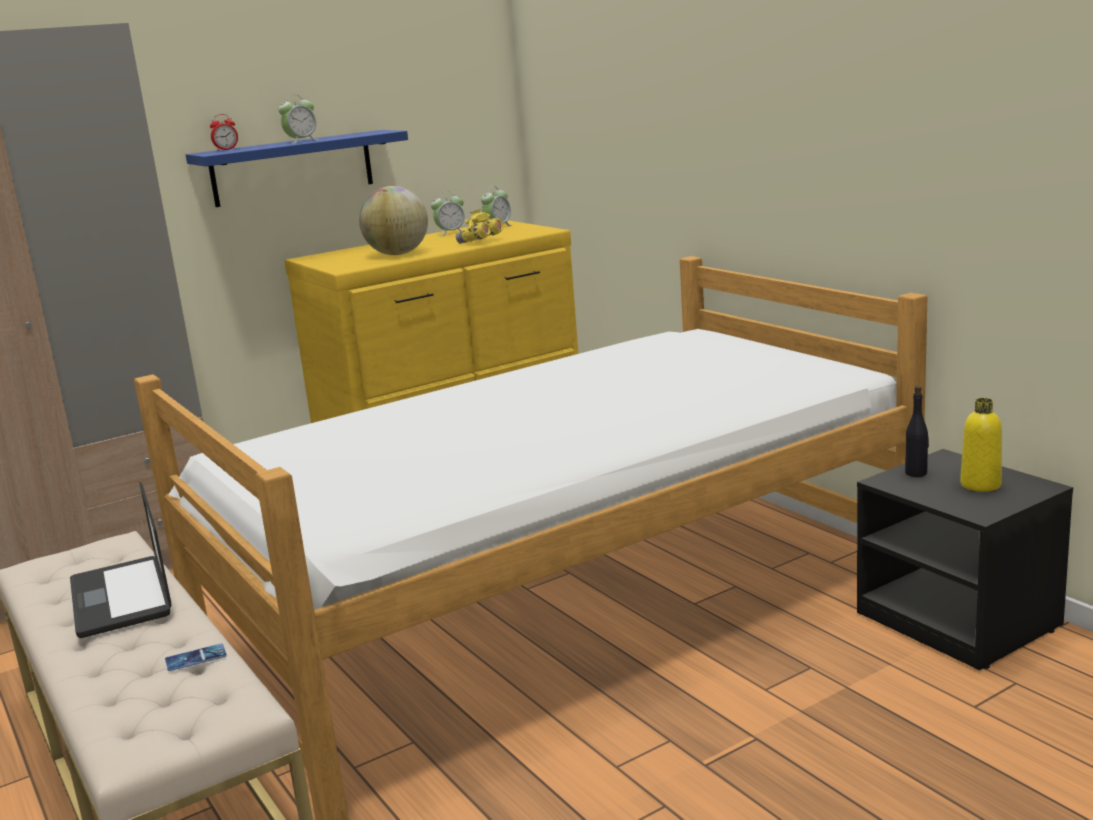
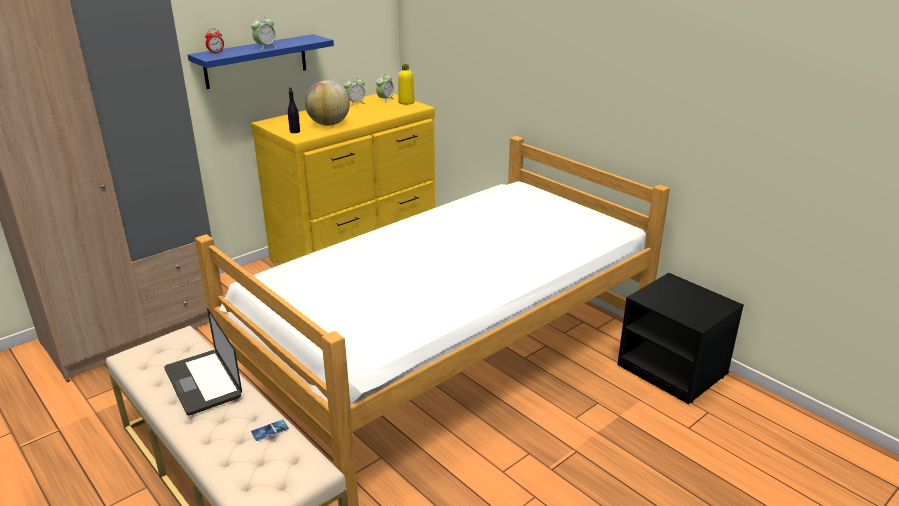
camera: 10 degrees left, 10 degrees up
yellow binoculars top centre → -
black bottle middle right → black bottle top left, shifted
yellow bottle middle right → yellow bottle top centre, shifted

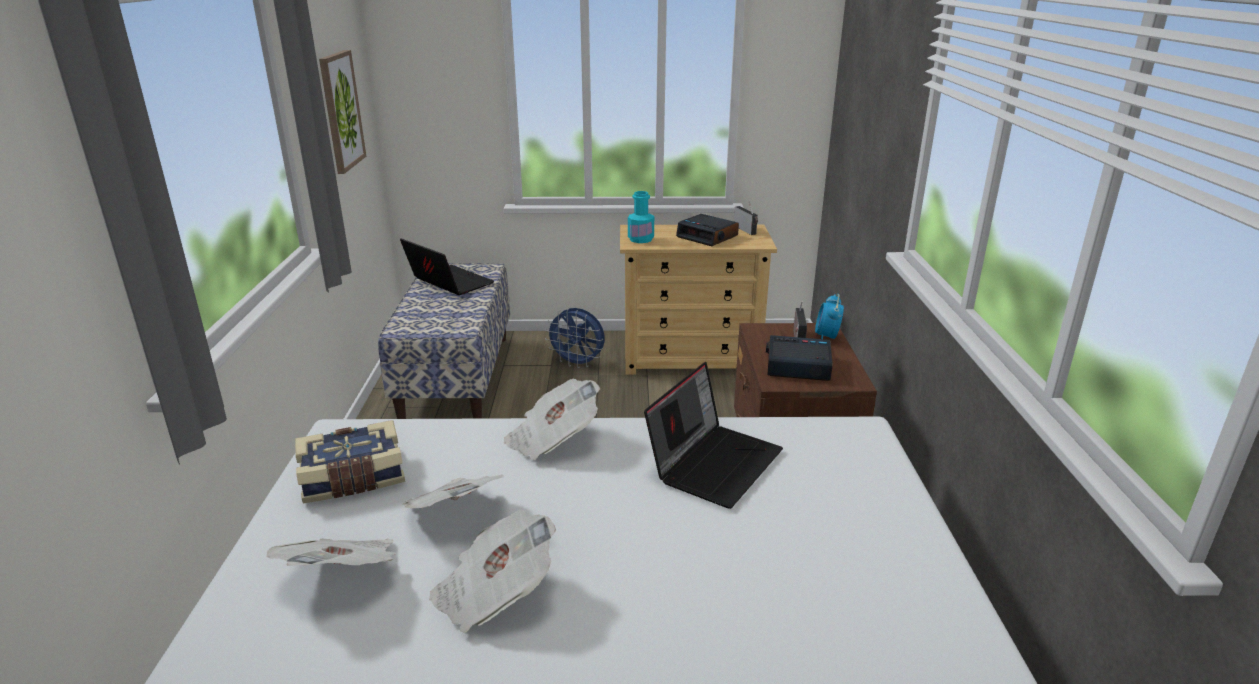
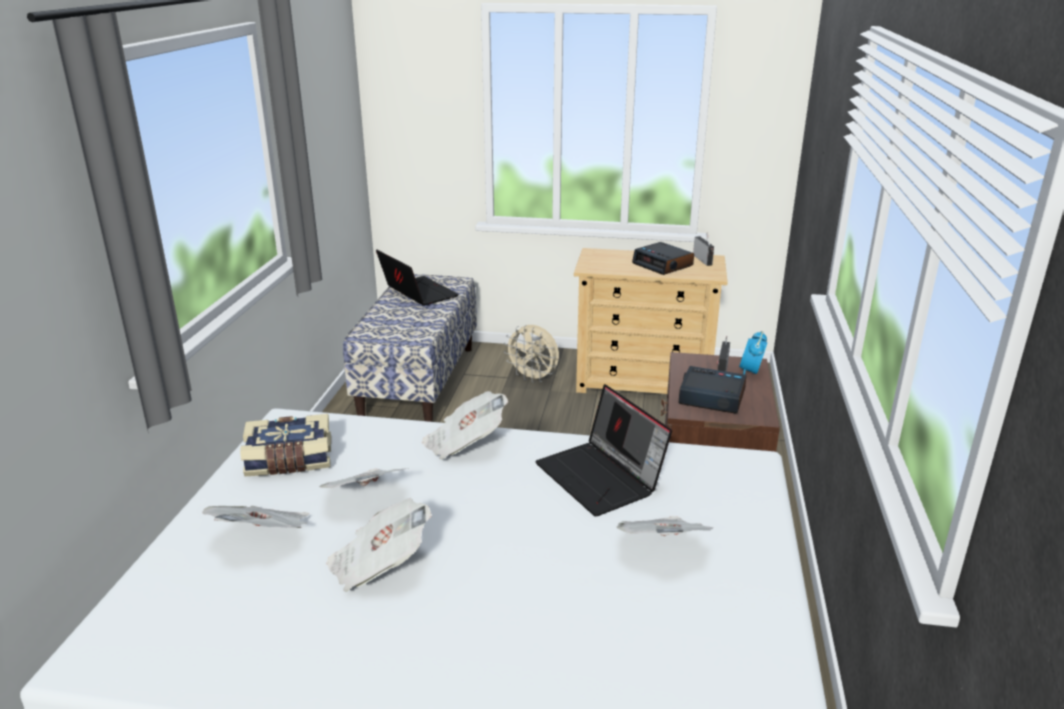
camera: 10 degrees right, 0 degrees up
picture top left → -
turquoise bottle top centre → -
- → newspaper (no. 5 from left) bottom centre
blue fan centre → beige fan centre
laptop (no. 2 from left) centre, 105 degrees clockwise

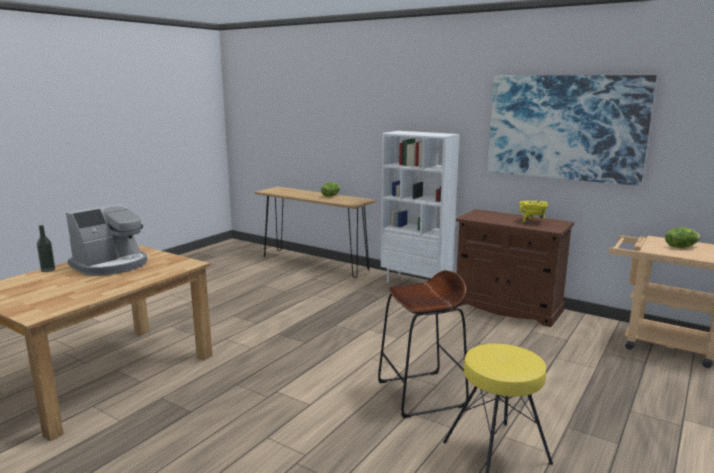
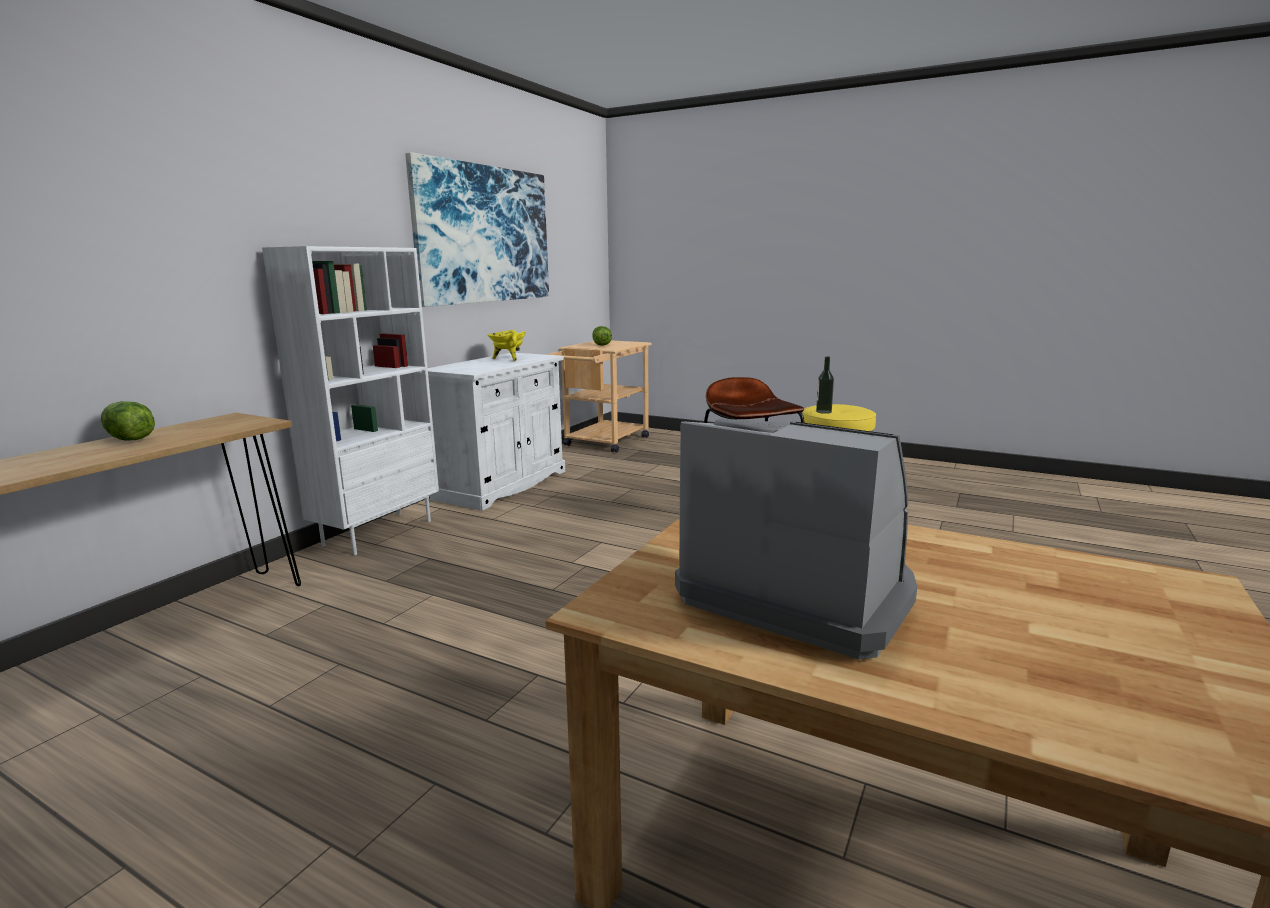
camera: 95 degrees left, 0 degrees up
bottle middle left → bottle centre, shifted
brown cabinet middle right → white cabinet centre

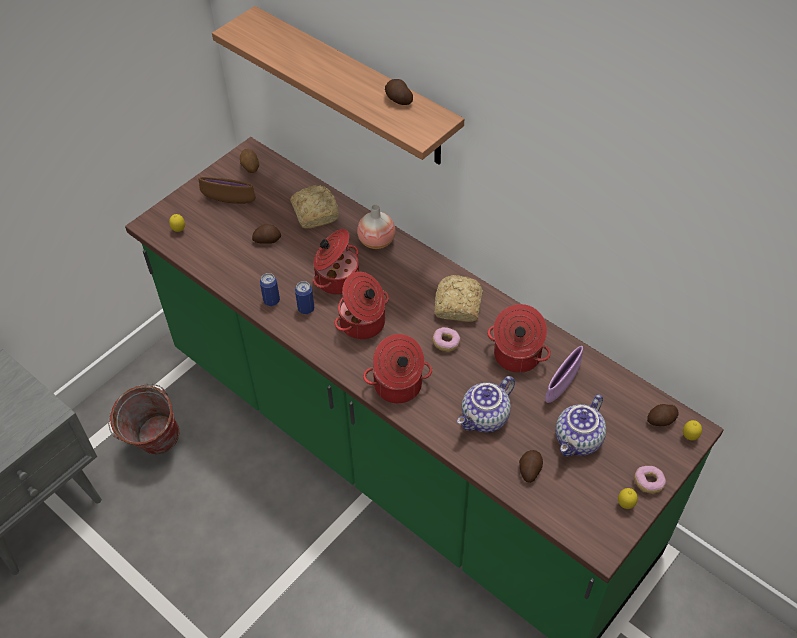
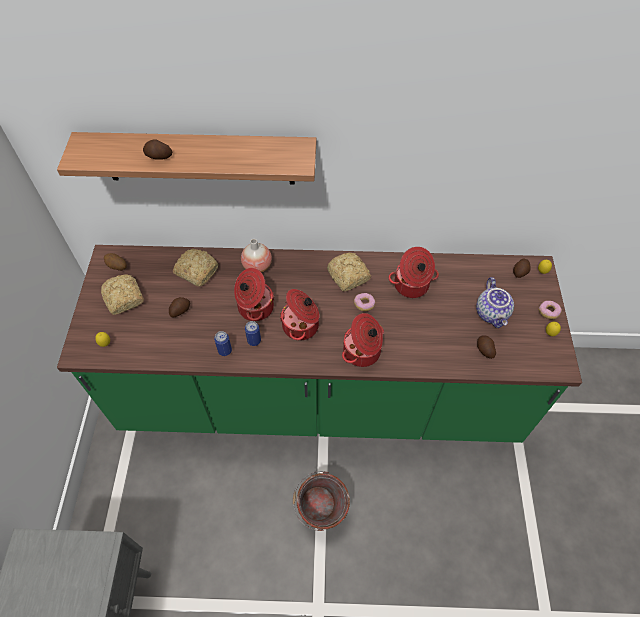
camera: 40 degrees left, 5 degrees up
teapot (no. 1 from left) centre → -
purple bowl middle right → -
bucket middle left → bucket bottom centre, shifted
potato (no. 3 from left in the first image) top centre → potato (no. 2 from left) top left, shifted
brown bowl top left → bread (no. 1 from left) middle left

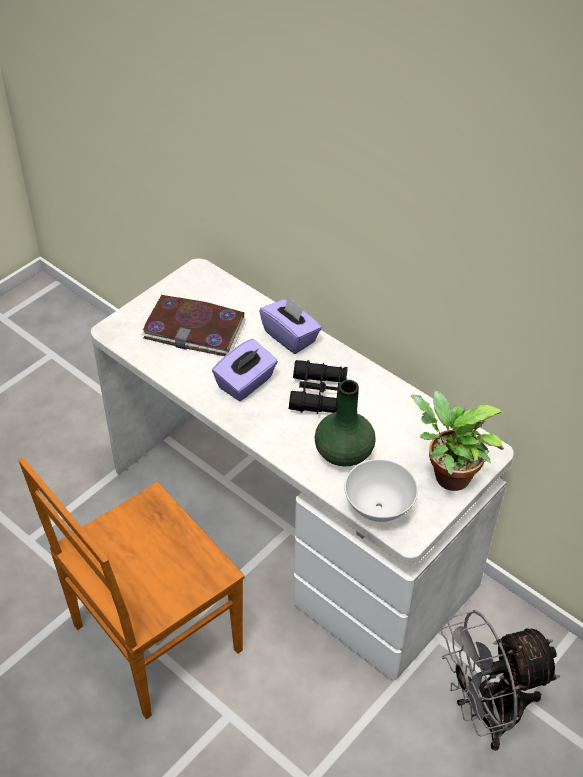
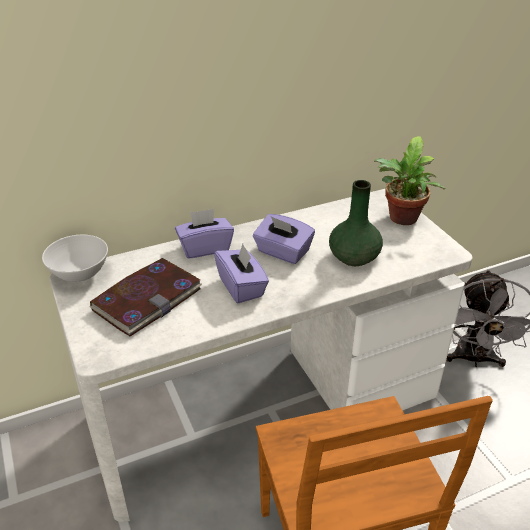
camera: 65 degrees left, 10 degrees down
white bowl centre → white bowl middle left, shifted
black binoculars centre → purple tissue box (no. 3 from left) centre

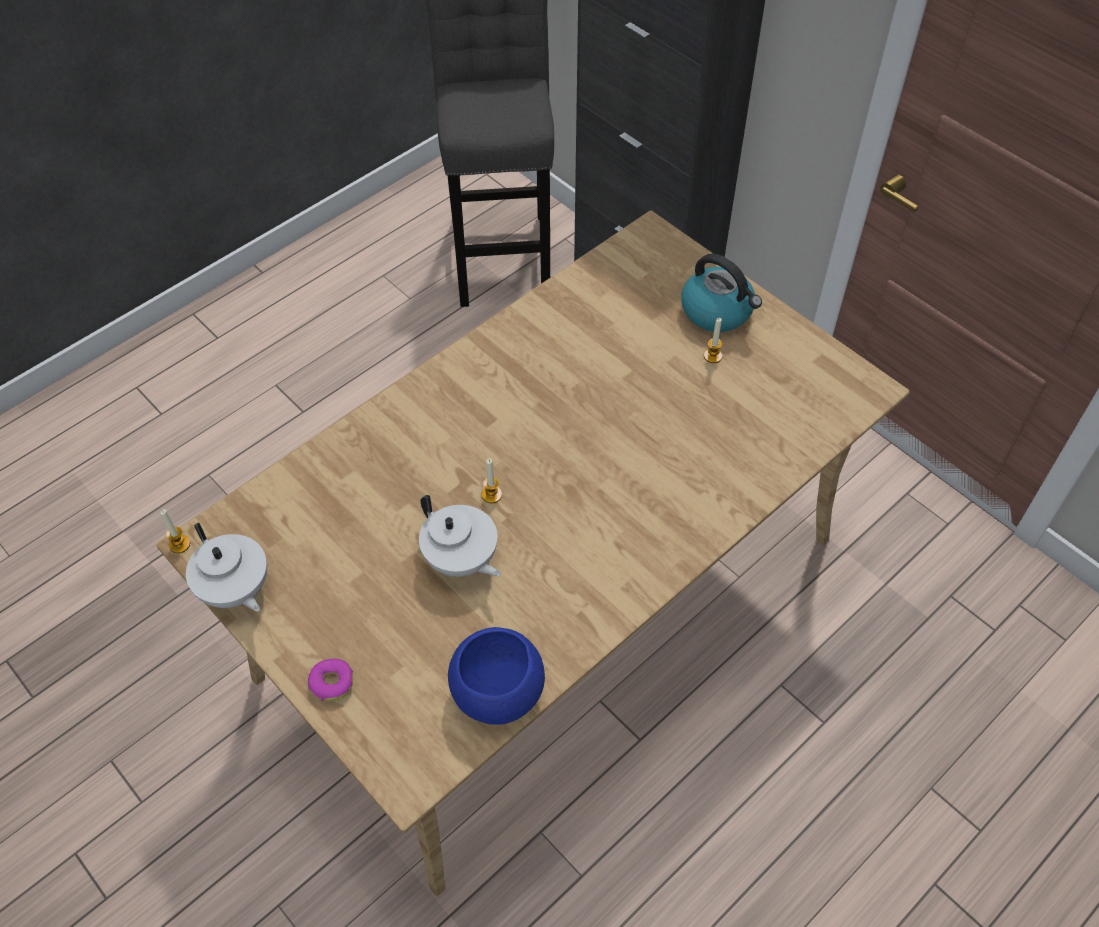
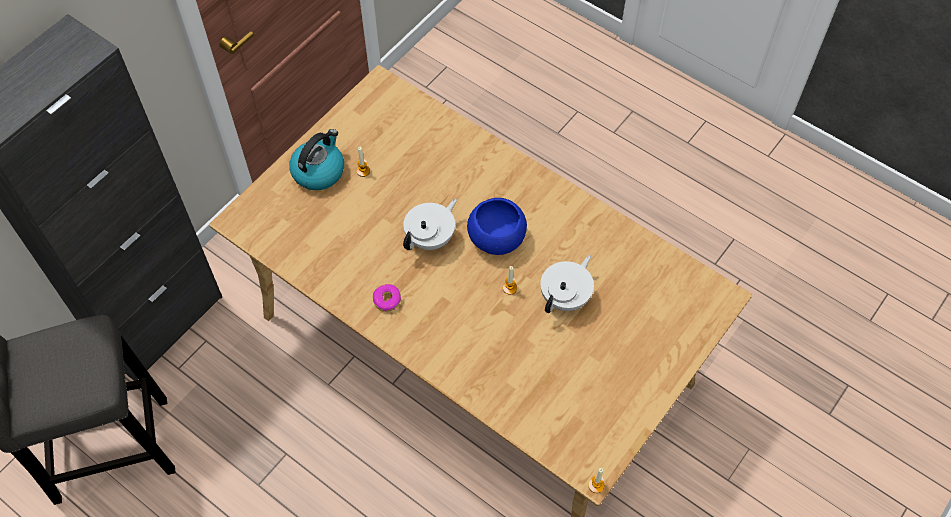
camera: 100 degrees left, 5 degrees up
white teapot (no. 1 from left) middle left → white teapot (no. 1 from left) centre, shifted
donut bottom left → donut centre, shifted
blue bowl bottom centre → blue bowl centre, shifted

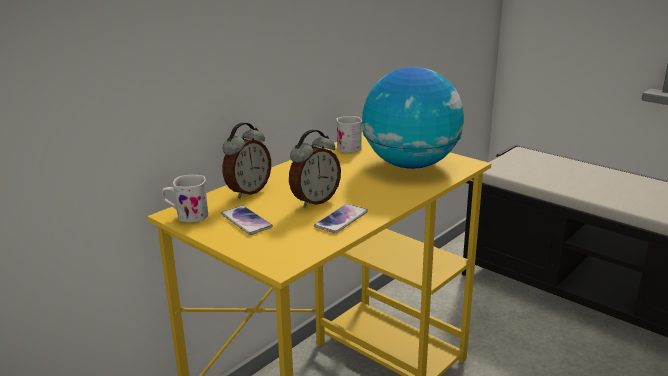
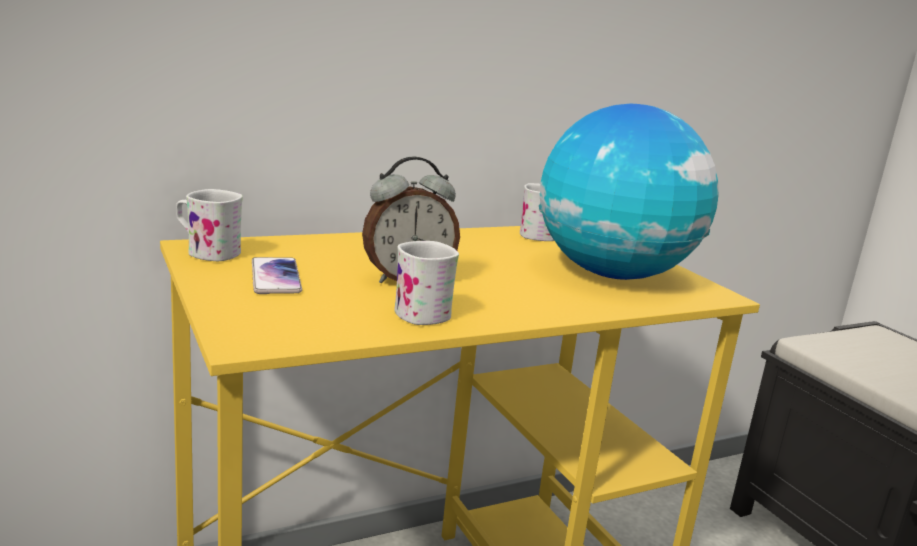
camera: 20 degrees right, 5 degrees down
alarm clock (no. 1 from left) centre → -
phone (no. 2 from left) centre → white mug (no. 2 from left) centre

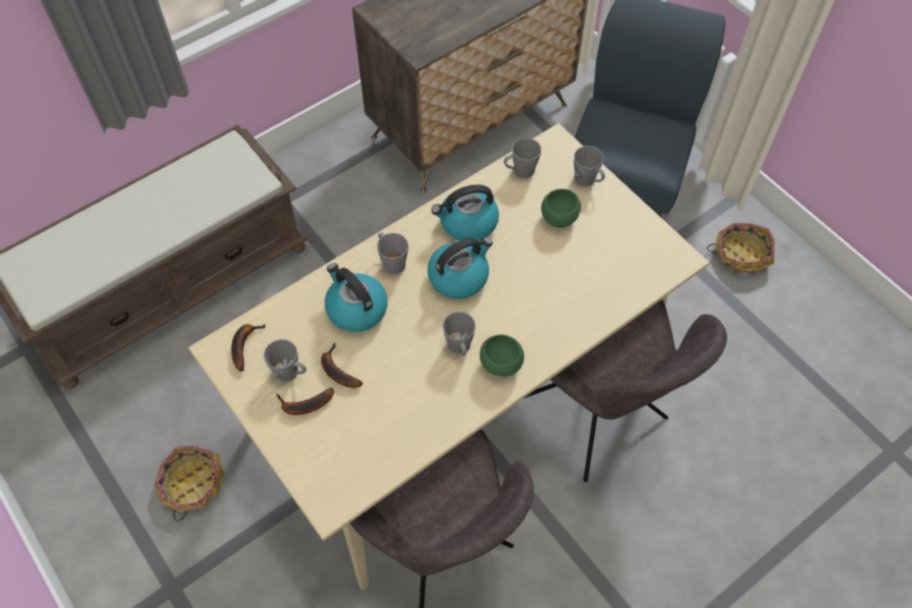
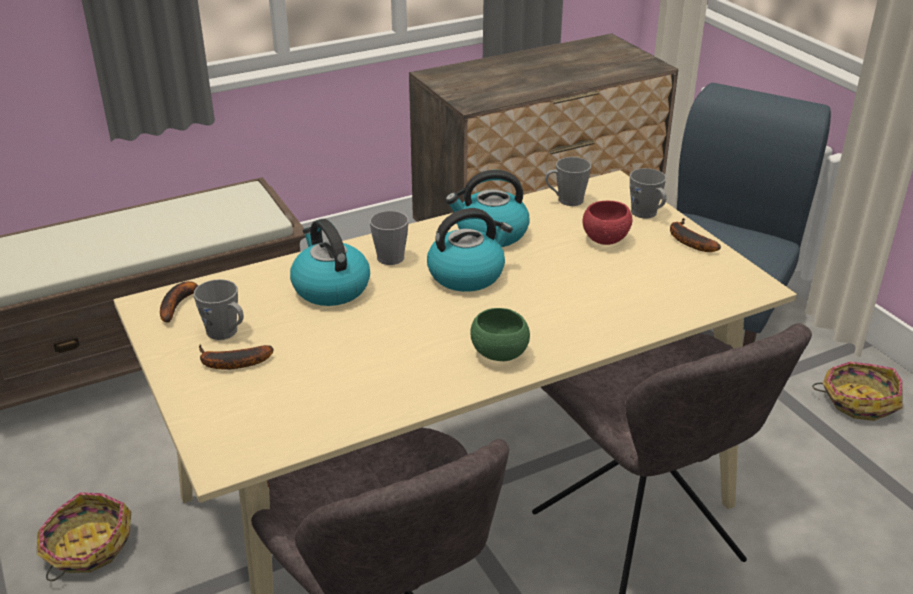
camera: 10 degrees right, 25 degrees down
grey mug (no. 3 from left) centre → -
banana (no. 3 from left) centre → banana (no. 3 from left) middle right, shifted
green bowl (no. 2 from left) centre → red bowl centre

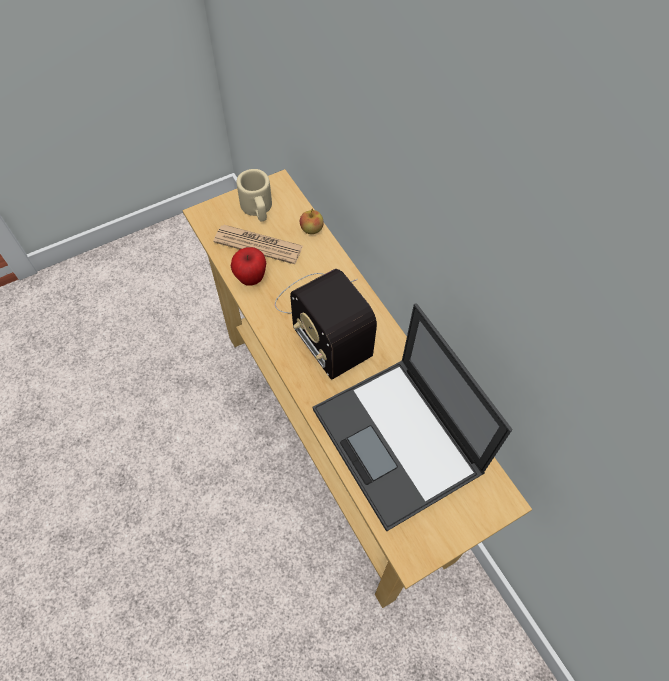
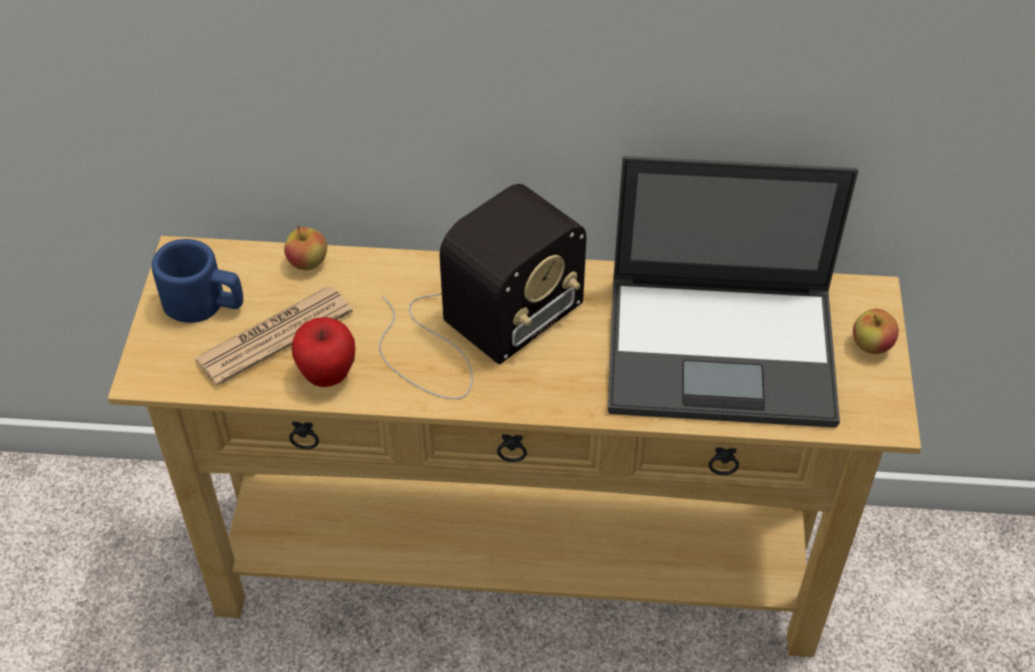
camera: 55 degrees left, 10 degrees down
- → apple (no. 3 from left) middle right
beige mug top centre → blue mug middle left
radio centre, 45 degrees counterclockwise

